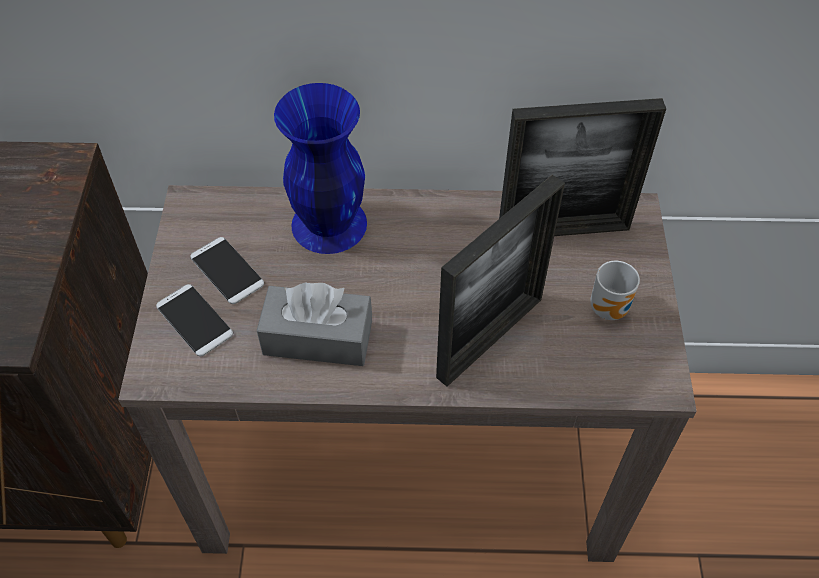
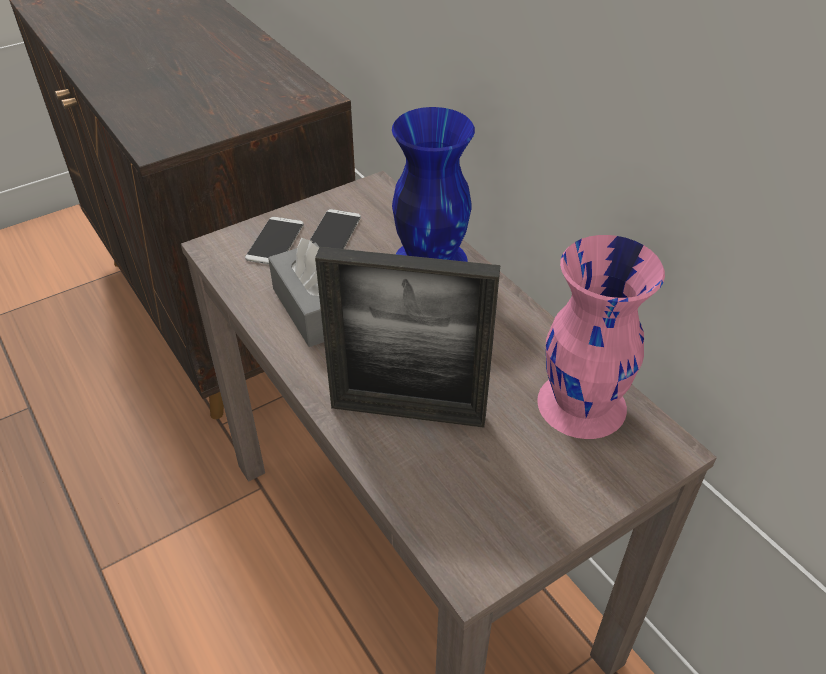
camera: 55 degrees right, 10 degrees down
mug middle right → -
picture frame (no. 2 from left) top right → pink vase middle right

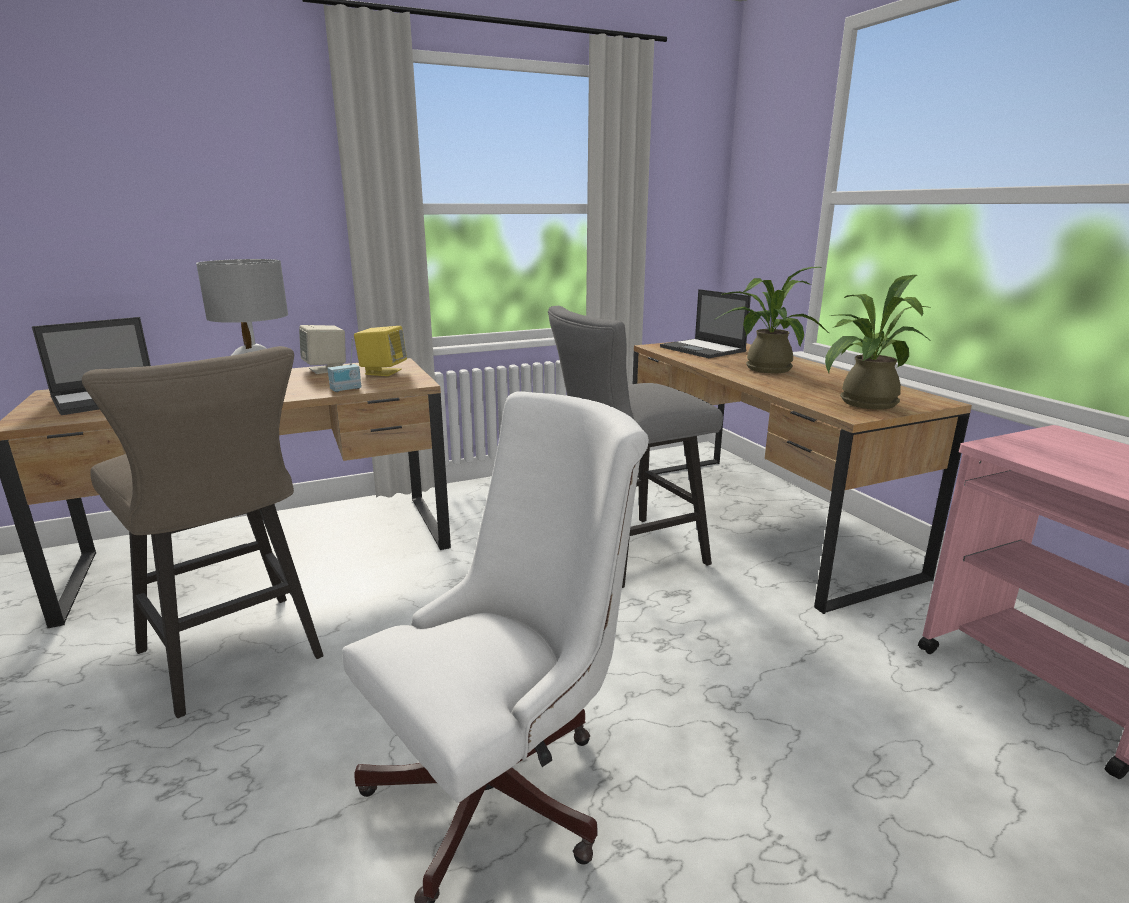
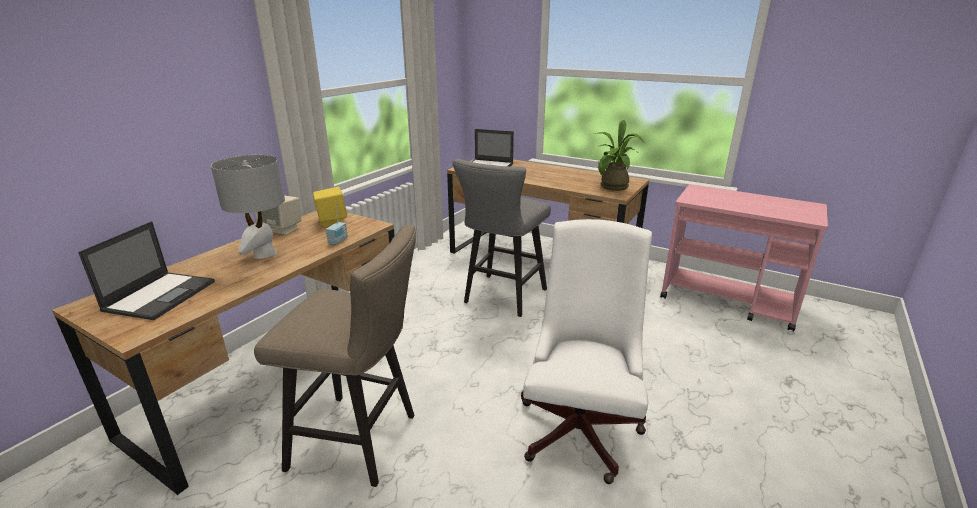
camera: 35 degrees left, 5 degrees up
potted plant (no. 1 from left) middle right → -

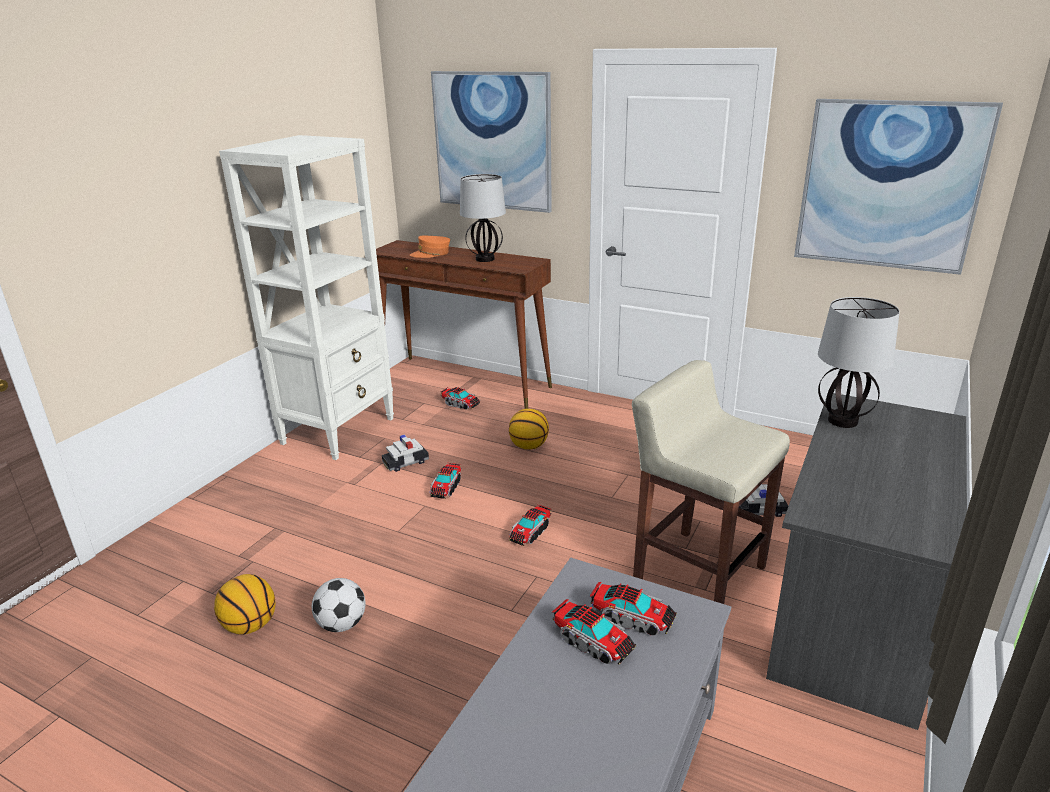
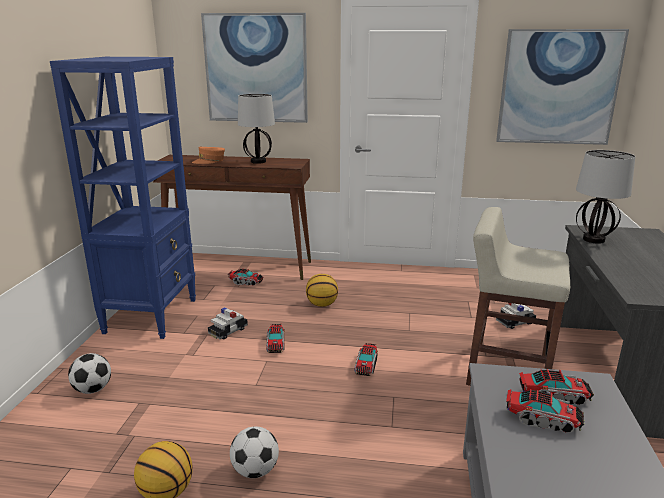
camera: 20 degrees left, 5 degrees down
- → football (no. 1 from left) bottom left
white bookcase middle left → blue bookcase middle left

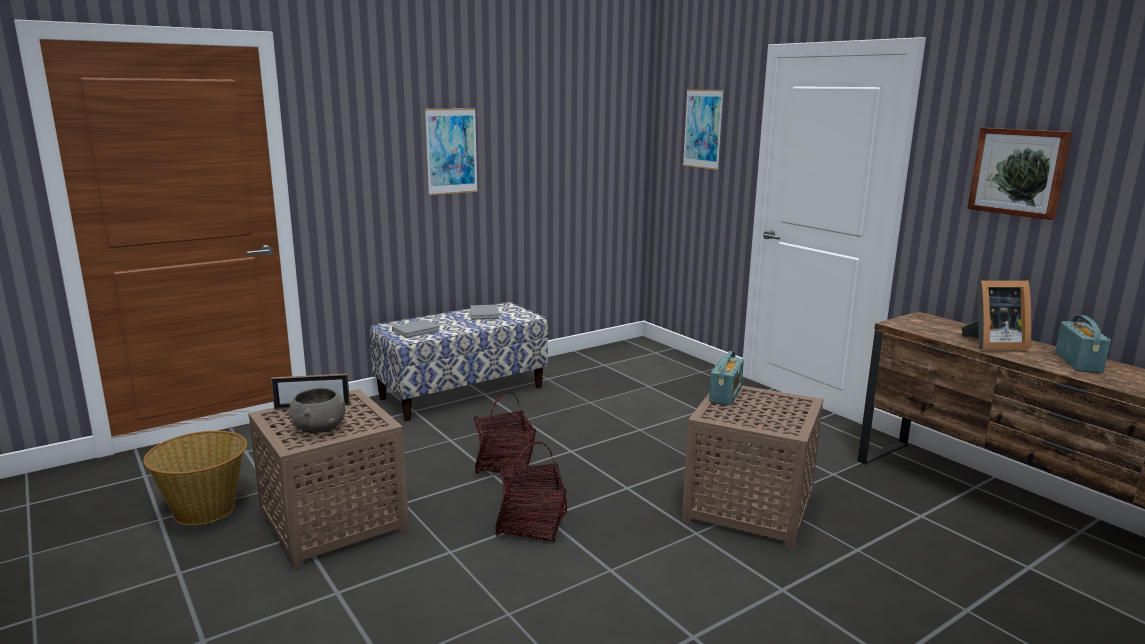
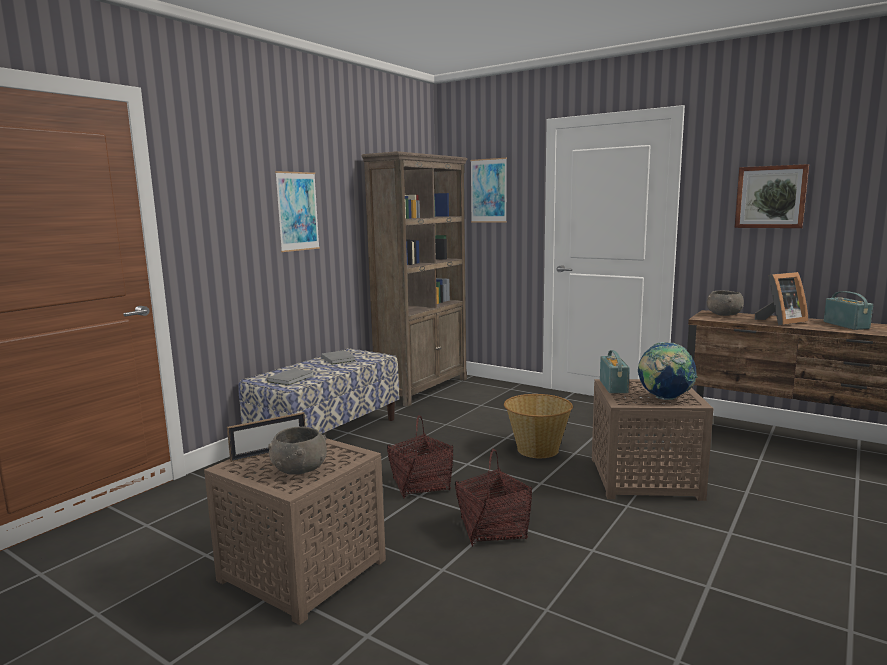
camera: 20 degrees left, 5 degrees down
- → brown bookcase centre
- → globe middle right
- → grey bowl (no. 2 from left) middle right
basket (no. 1 from left in the first image) bottom left → basket (no. 3 from left) centre, shifted

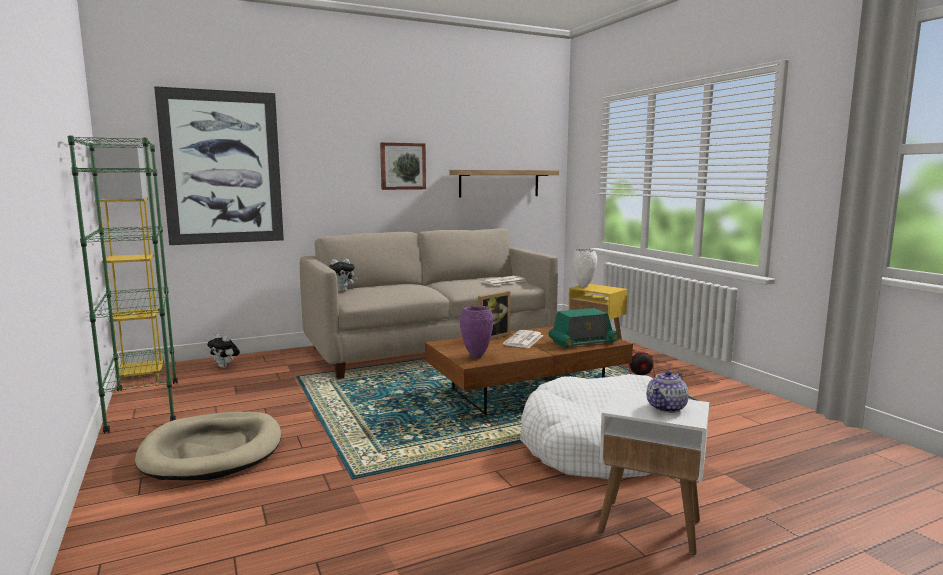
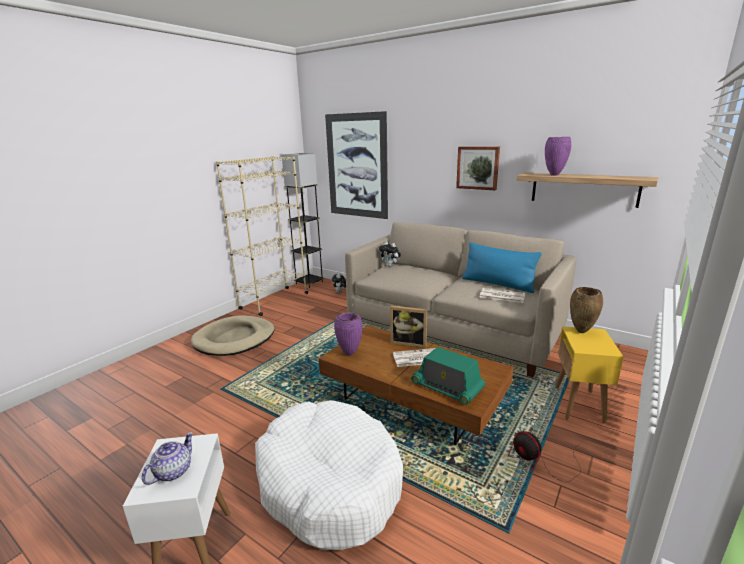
camera: 60 degrees right, 10 degrees up
- → blue pillow middle right
- → purple vase (no. 2 from left) top right
green bookcase middle left → beige bookcase centre
yellow floor lamp middle left → grey floor lamp centre
white vase centre → brown vase middle right
teapot bottom right → teapot bottom left, 105 degrees clockwise

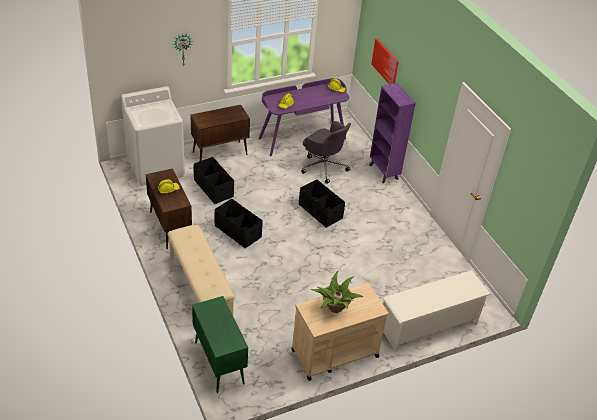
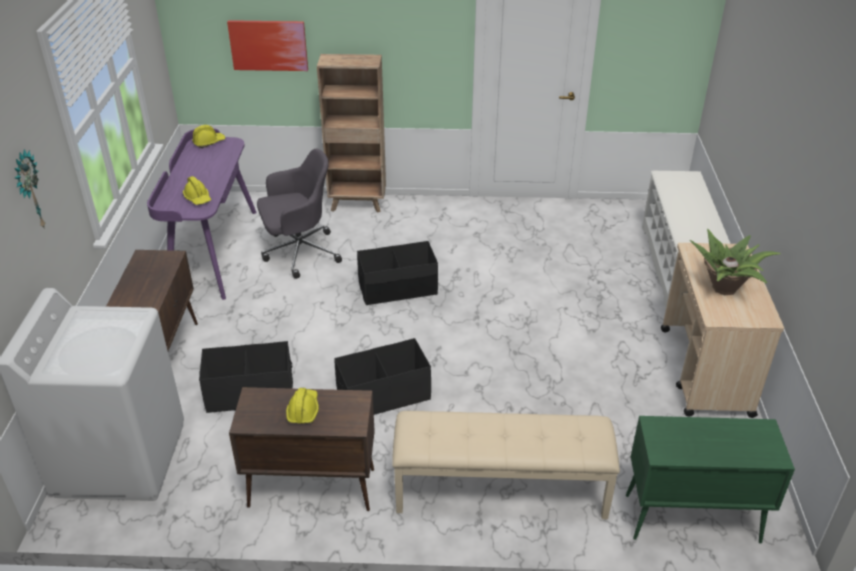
camera: 60 degrees left, 5 degrees down
purple bookcase top centre → brown bookcase top centre

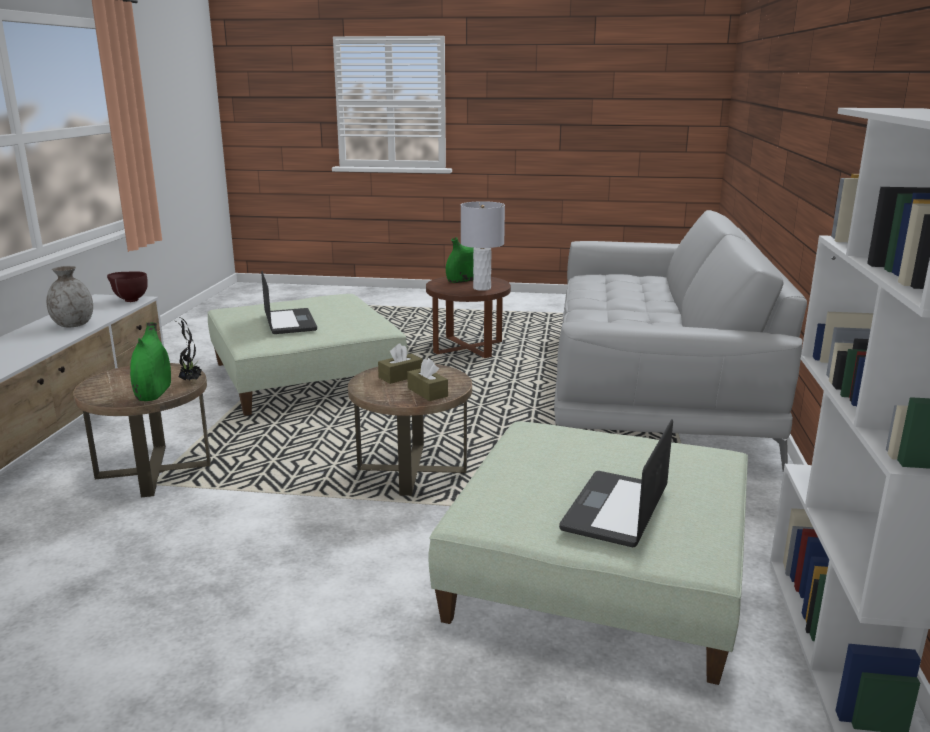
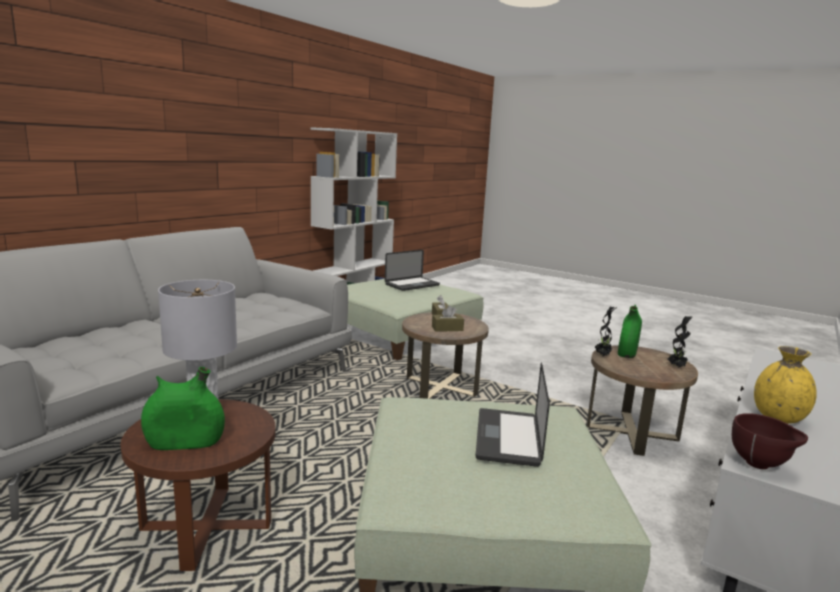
camera: 155 degrees left, 5 degrees down
- → potted plant (no. 2 from left) middle right
grey vase middle left → yellow vase middle right

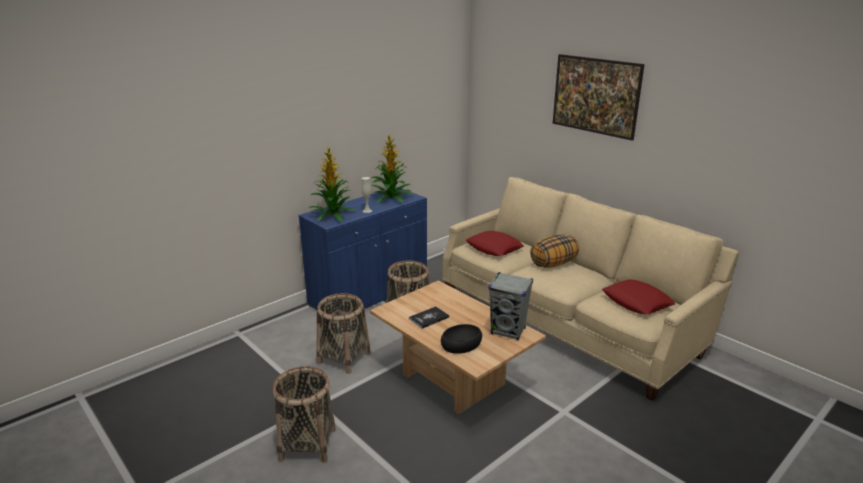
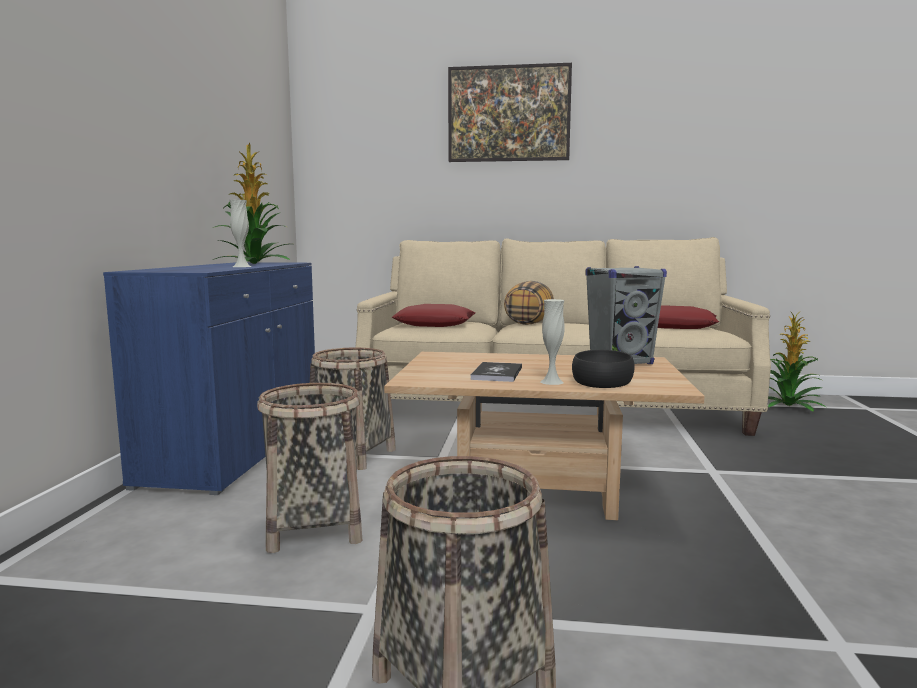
camera: 40 degrees left, 15 degrees down
- → white vase (no. 2 from left) centre
potted plant (no. 1 from left in the first image) centre → potted plant (no. 2 from left) middle right, shifted

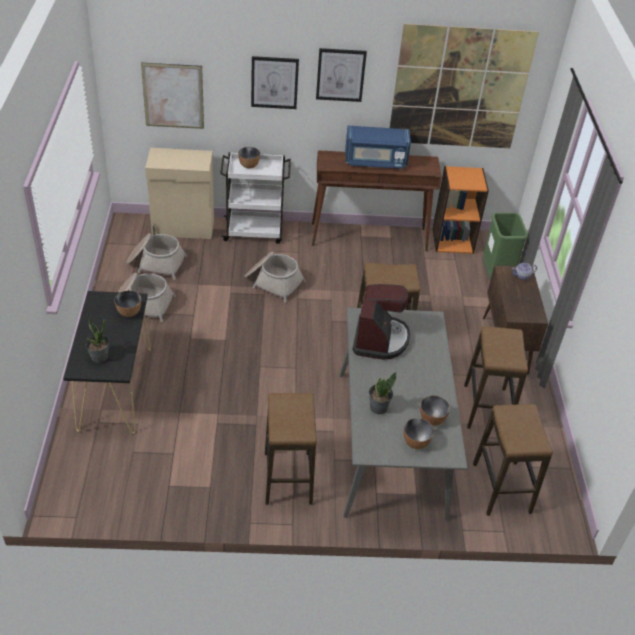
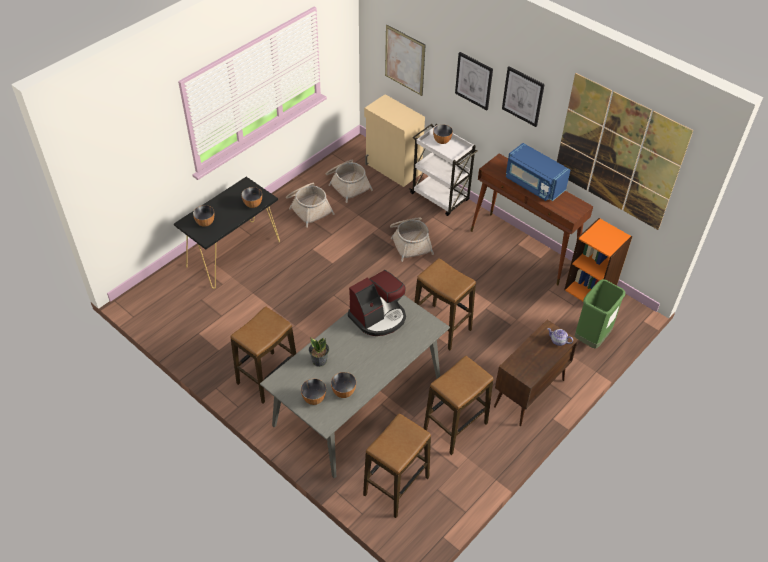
camera: 45 degrees right, 5 degrees up
potted plant (no. 1 from left) middle left → bowl (no. 1 from left) middle left

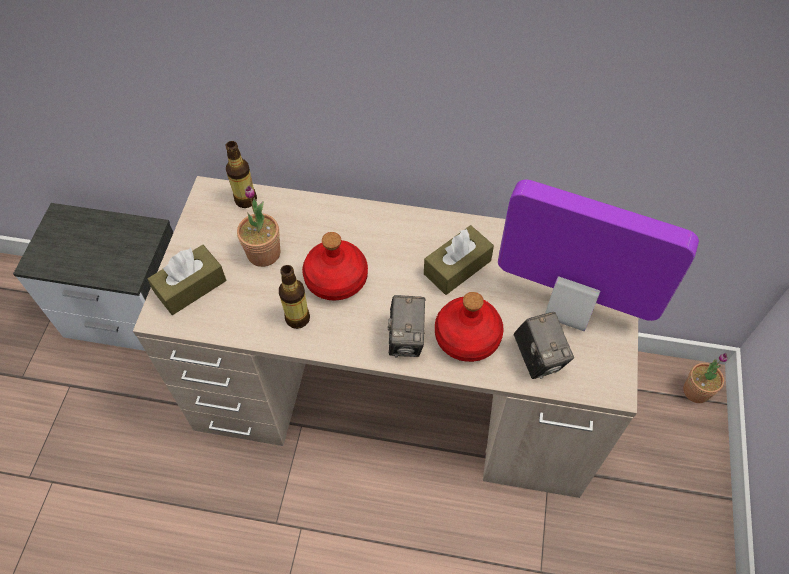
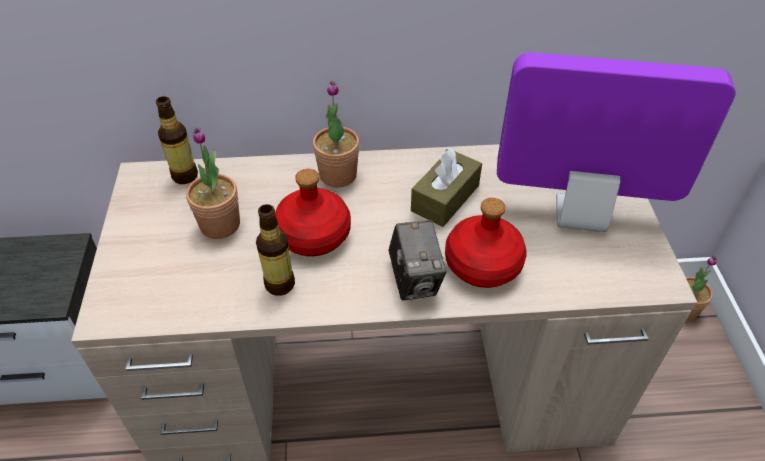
camera: 15 degrees left, 10 degrees down
brown tissue box (no. 1 from left) middle left → -
photo camera (no. 2 from left) middle right → -
- → potted plant (no. 2 from left) top centre

